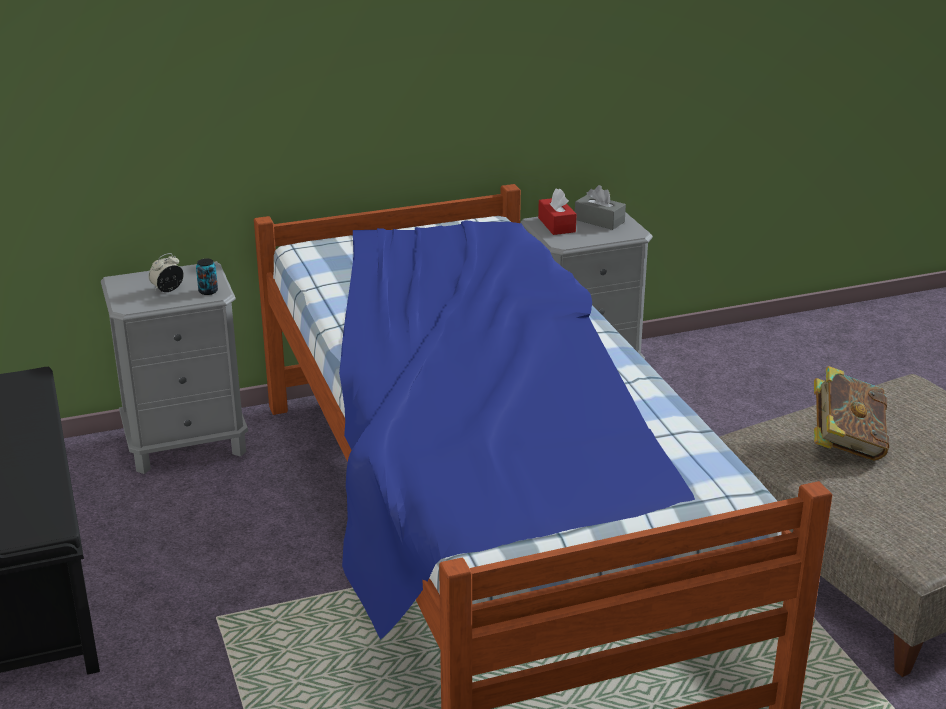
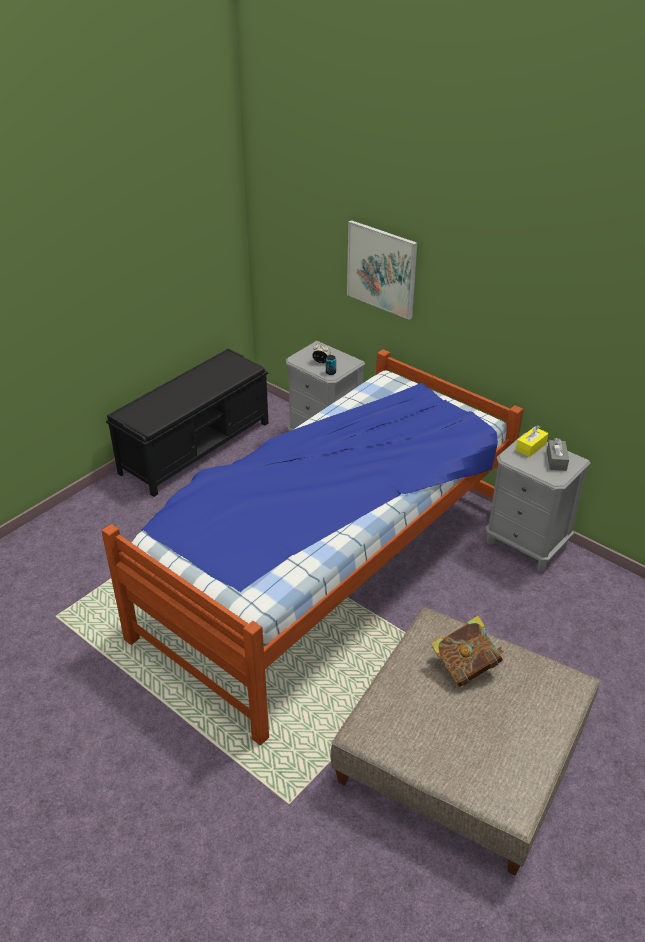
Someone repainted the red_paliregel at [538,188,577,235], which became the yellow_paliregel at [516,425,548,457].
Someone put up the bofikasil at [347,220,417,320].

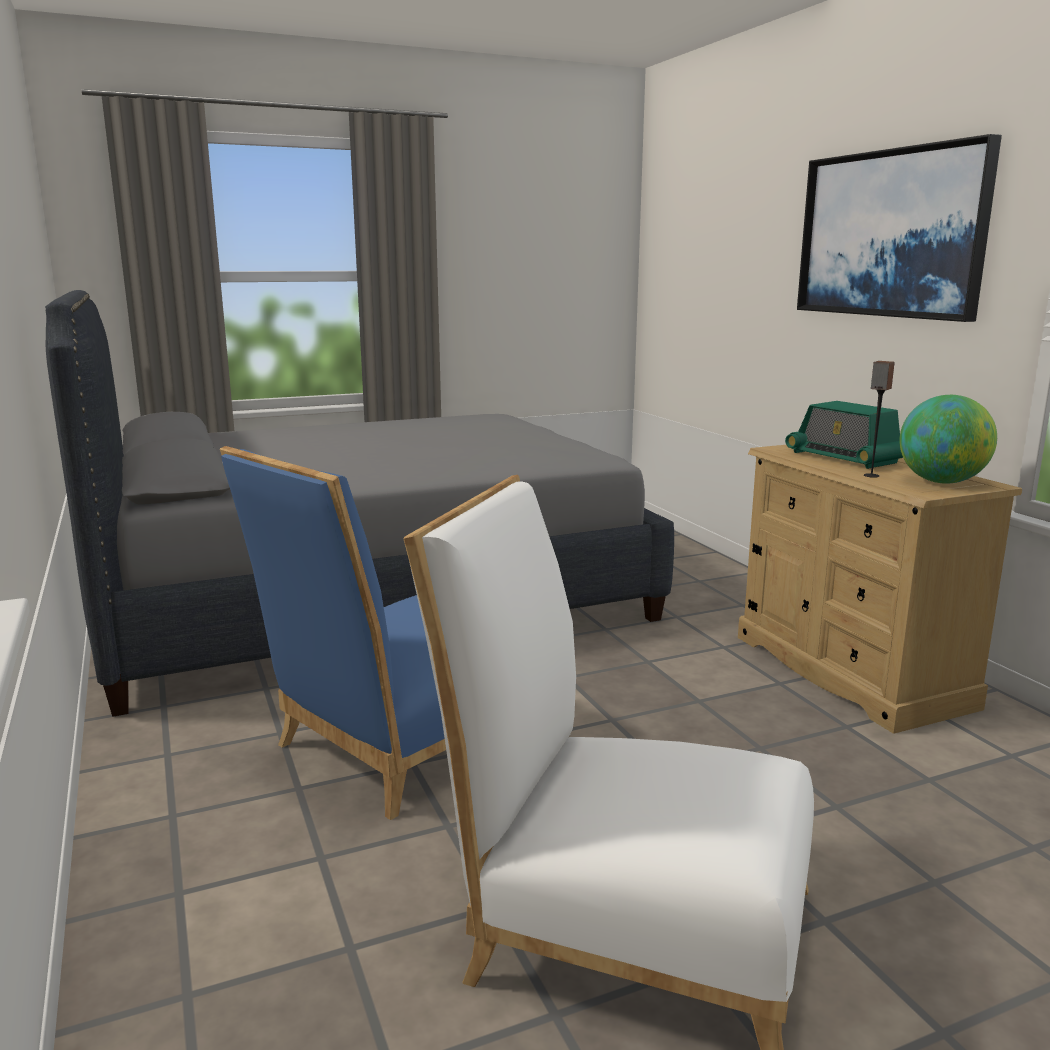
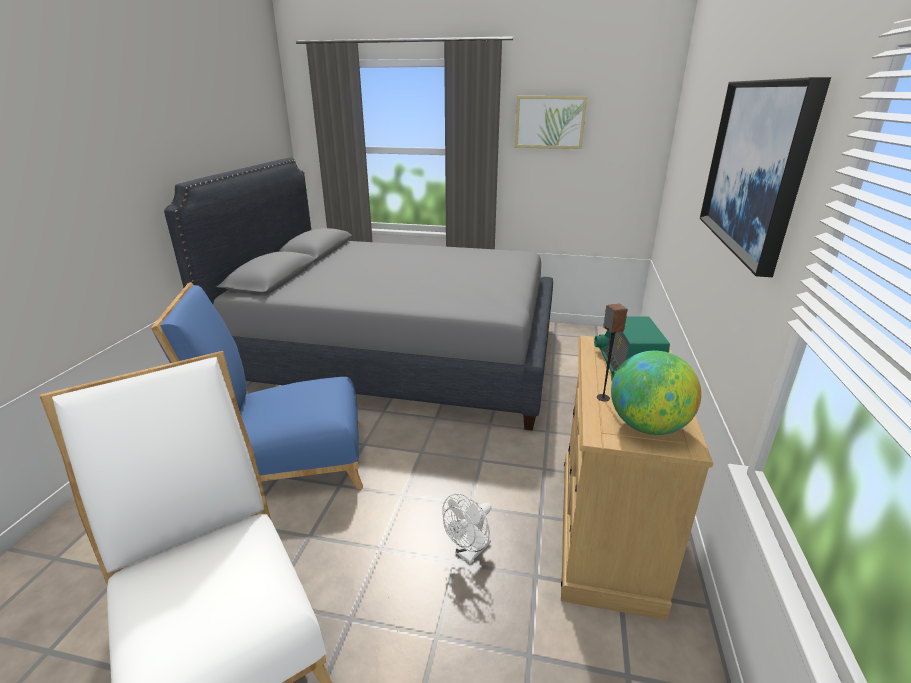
Someone put up the bofikasil at [515,96,587,149].
Someone put down the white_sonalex at [442,493,491,563].

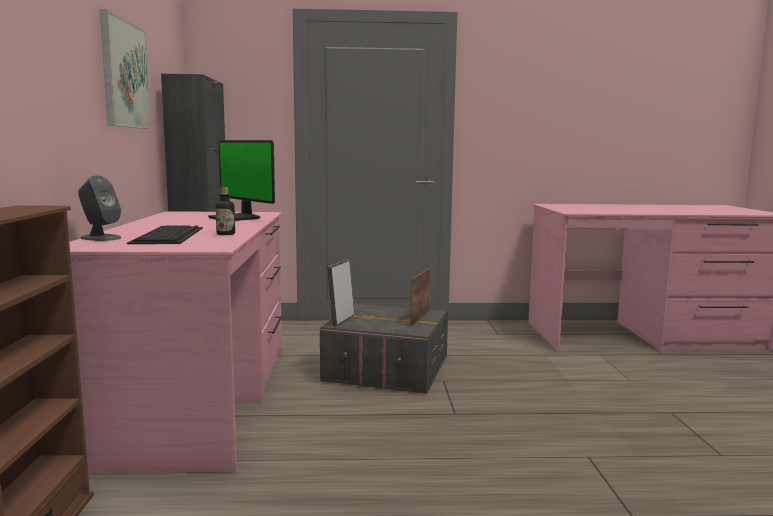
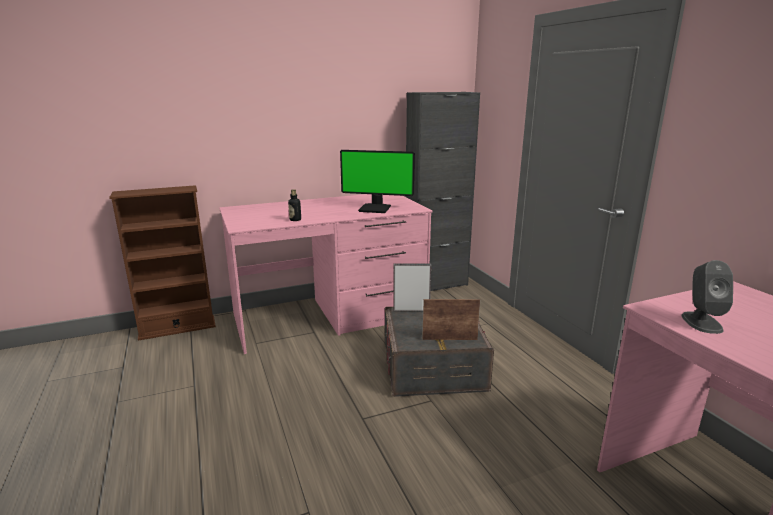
Someone took away the bofikasil at [100,9,151,129].
Someone rotated the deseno at [208,140,275,221] by 105 degrees counterclockwise.
Someone carried the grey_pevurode from [78,175,121,241] to [682,260,733,334].
Someone took away the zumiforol at [127,226,203,244].

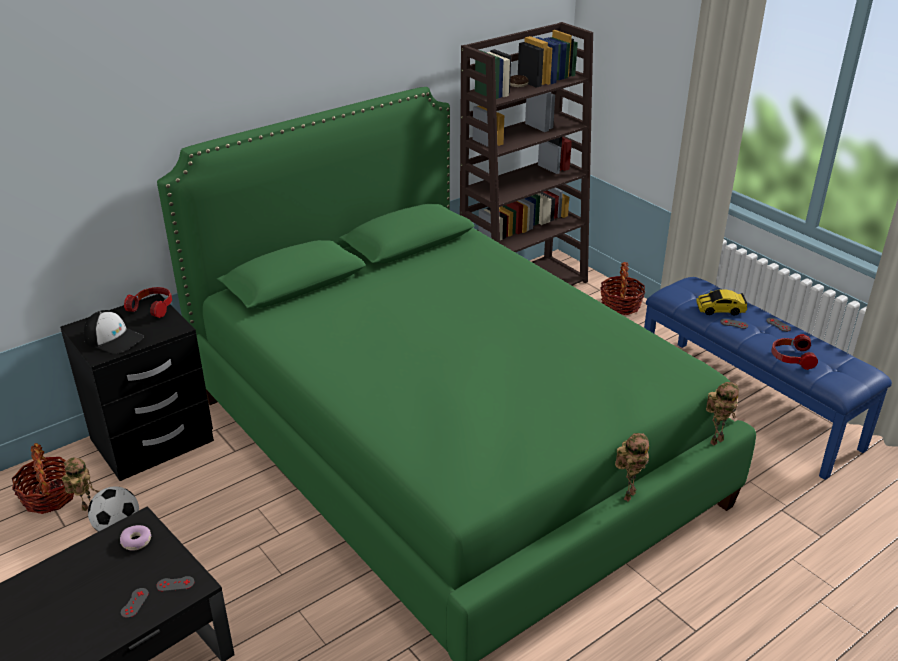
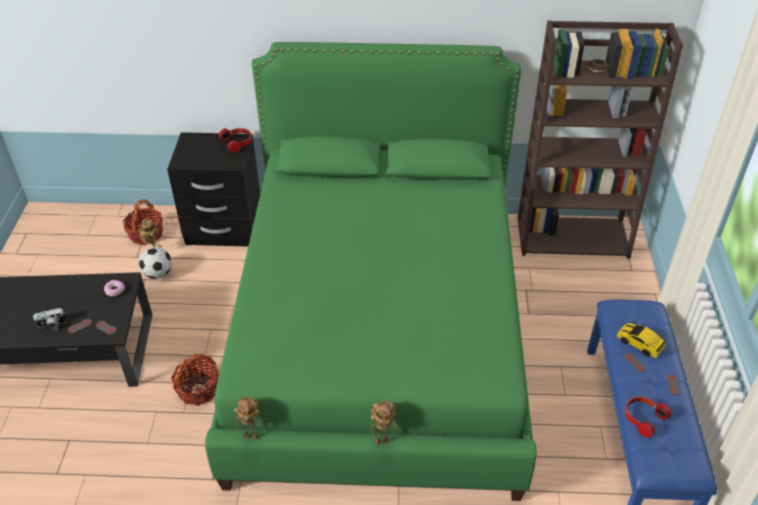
Someone carried the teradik from [600,262,646,315] to [171,354,219,406].
Someone took away the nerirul at [84,310,144,354].
Someone carried the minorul from [706,382,739,446] to [234,397,260,439].
Someone put down the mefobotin at [33,308,67,332].

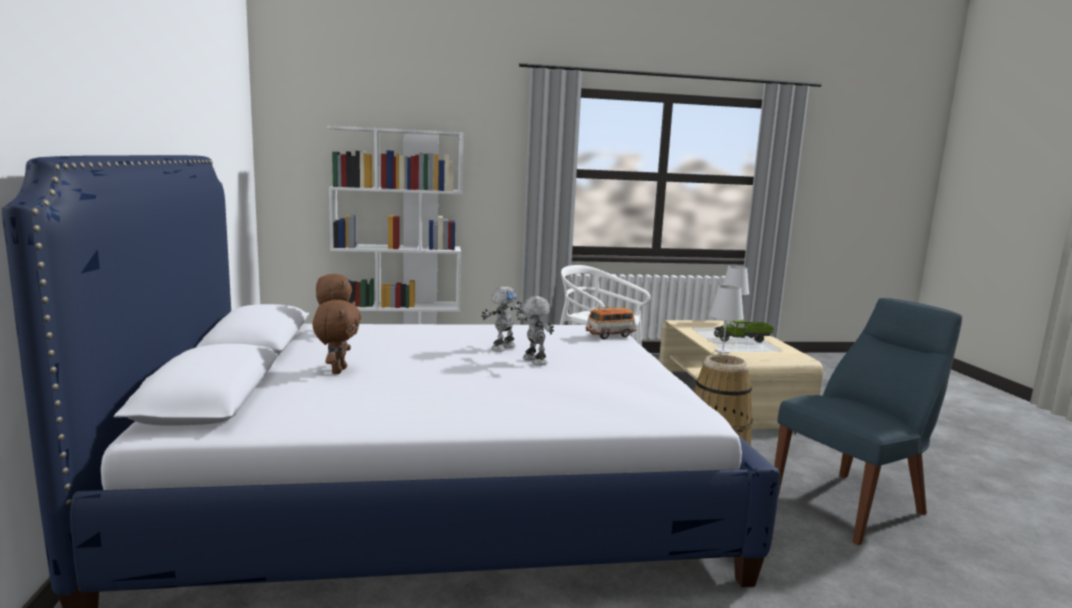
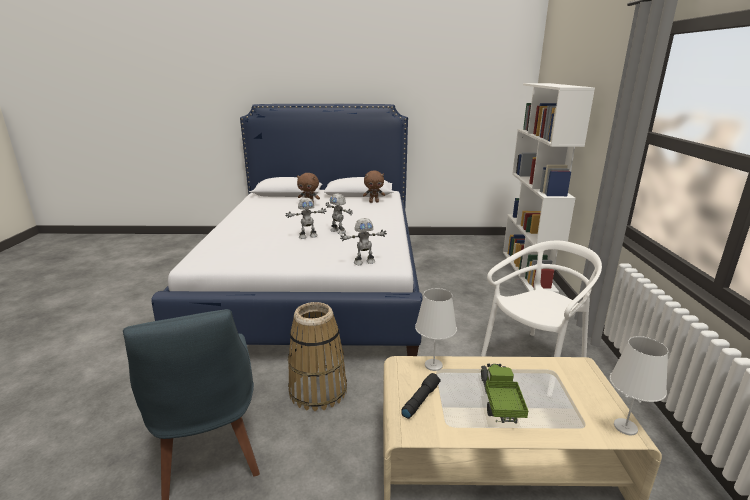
Someone swapped the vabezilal at [586,307,637,339] for the minorul at [340,218,387,265].
Someone put down the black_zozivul at [401,373,441,419].

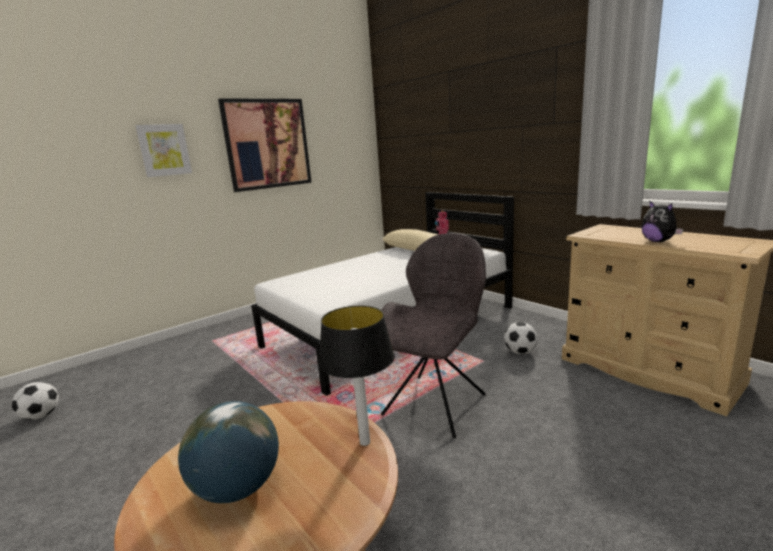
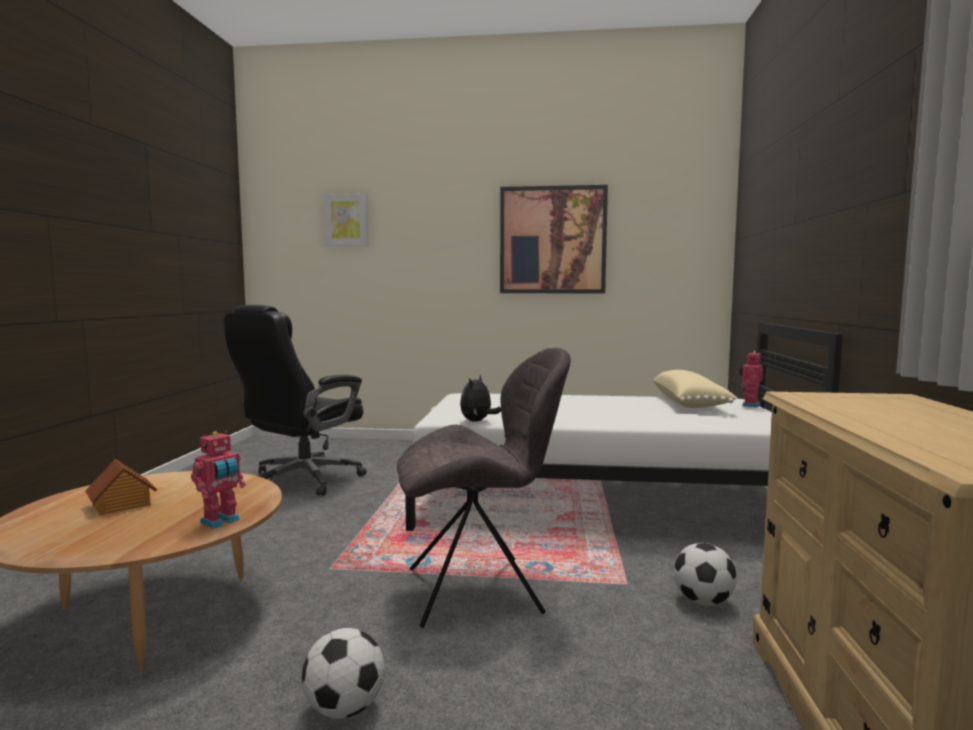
Someone carried the bofikasil from [135,124,192,177] to [323,193,368,246].
Someone carried the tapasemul from [641,201,683,242] to [460,375,501,422].
Someone swapped the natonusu at [319,306,394,446] for the minorul at [191,431,246,529].
Someone carried the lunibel from [12,382,59,420] to [302,628,385,718].
Someone swapped the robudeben at [178,401,279,503] for the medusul at [85,459,157,516].
Someone put down the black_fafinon at [224,305,367,496].

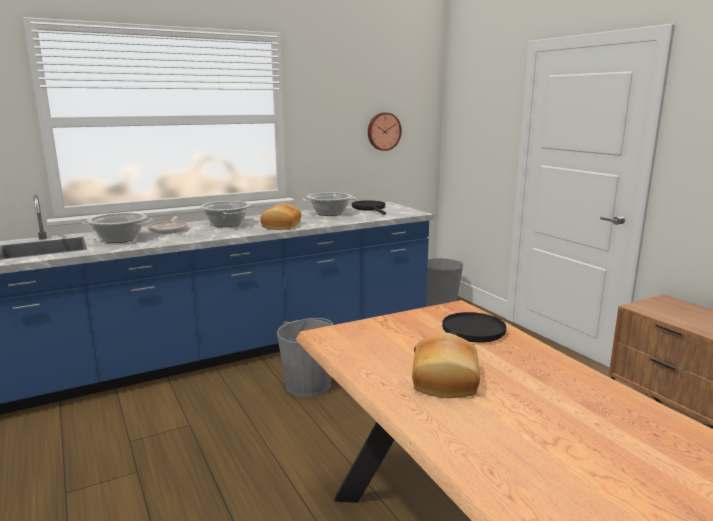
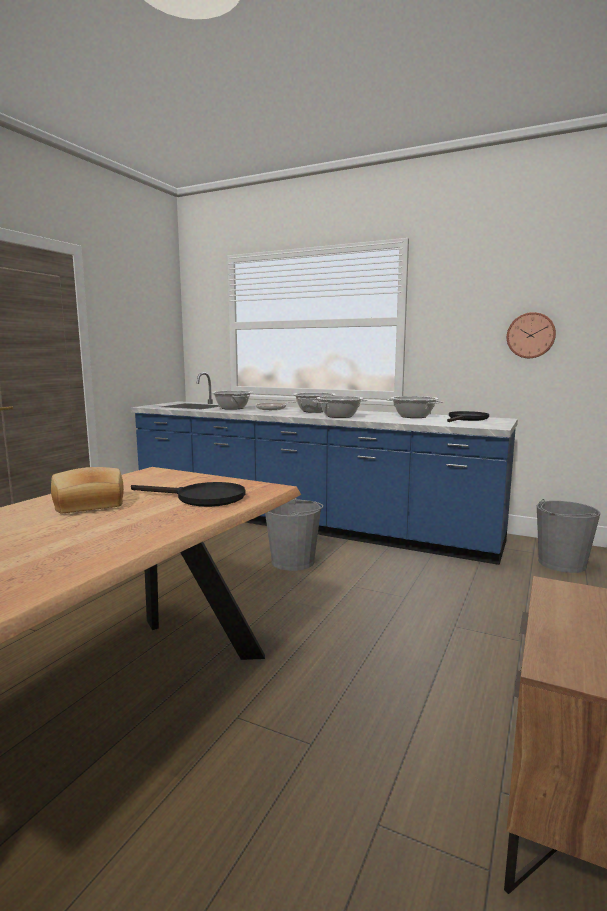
Someone swapped the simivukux at [260,204,301,230] for the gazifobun at [312,396,367,418].

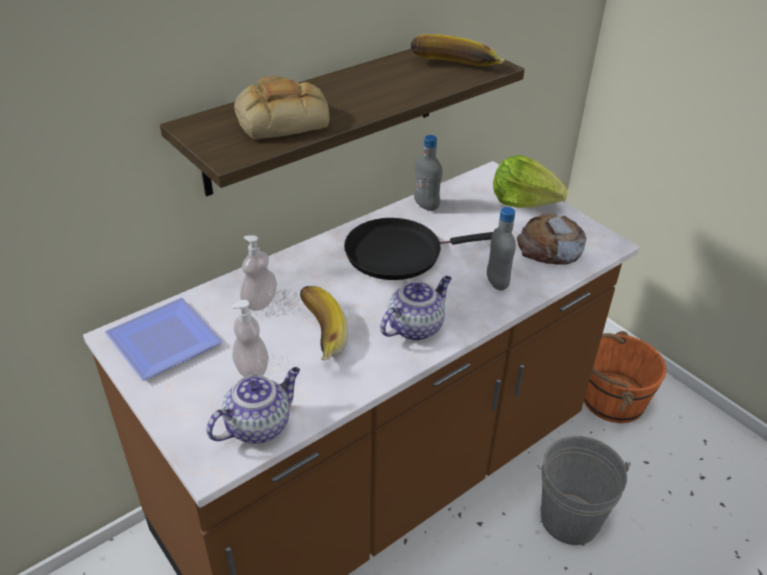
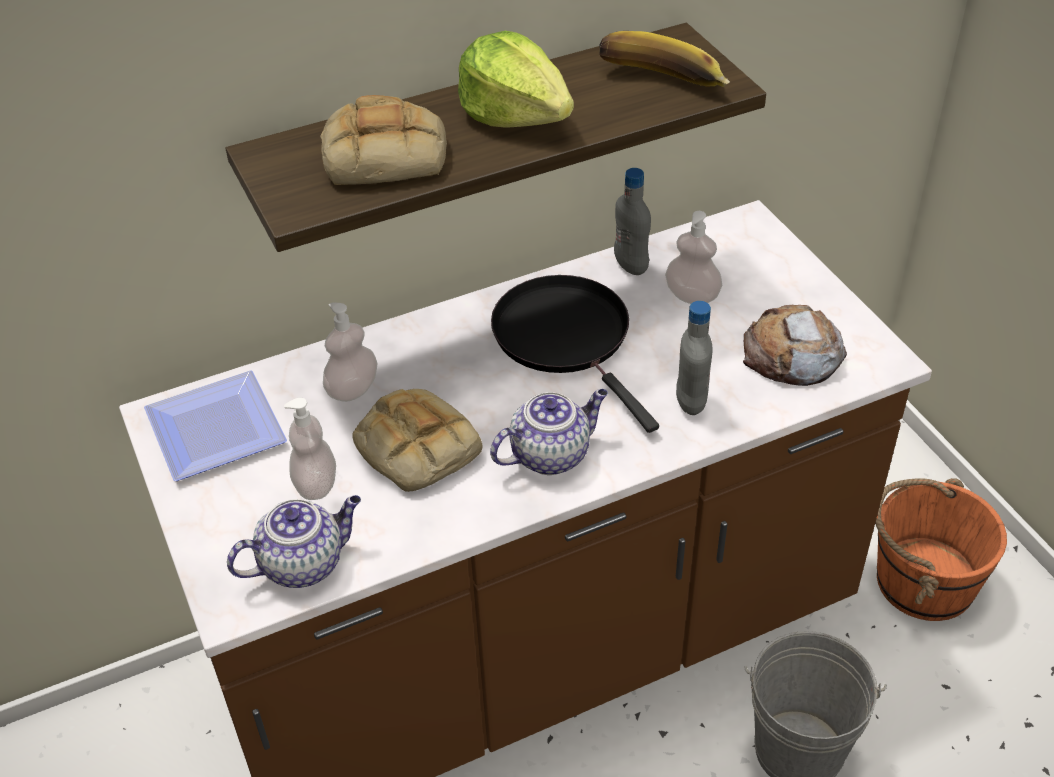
Someone carried the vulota from [493,155,568,208] to [458,31,574,128].
Someone rotated the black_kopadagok at [344,218,493,280] by 60 degrees clockwise.
Someone swapped the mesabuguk at [300,286,348,360] for the simivukux at [352,389,483,492].
Someone put down the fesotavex at [665,211,723,304].

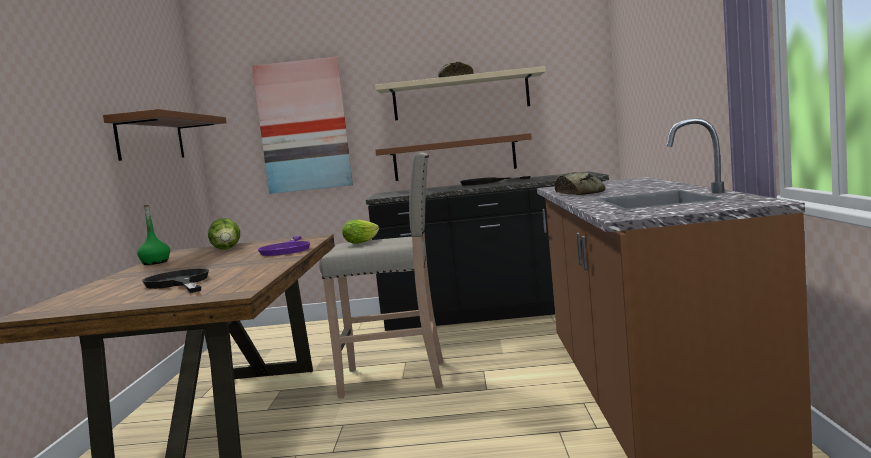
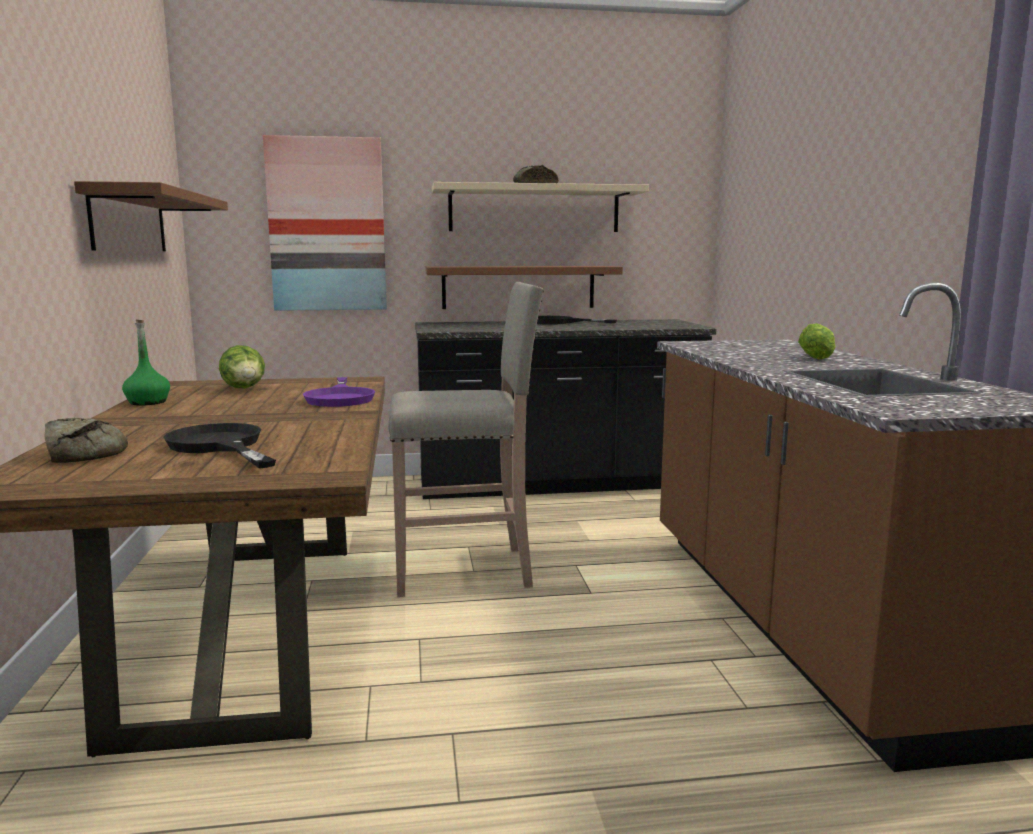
Someone carried the simivukux from [555,172,605,195] to [45,418,128,463].
Someone carried the vulota from [342,220,379,244] to [798,323,836,360].

